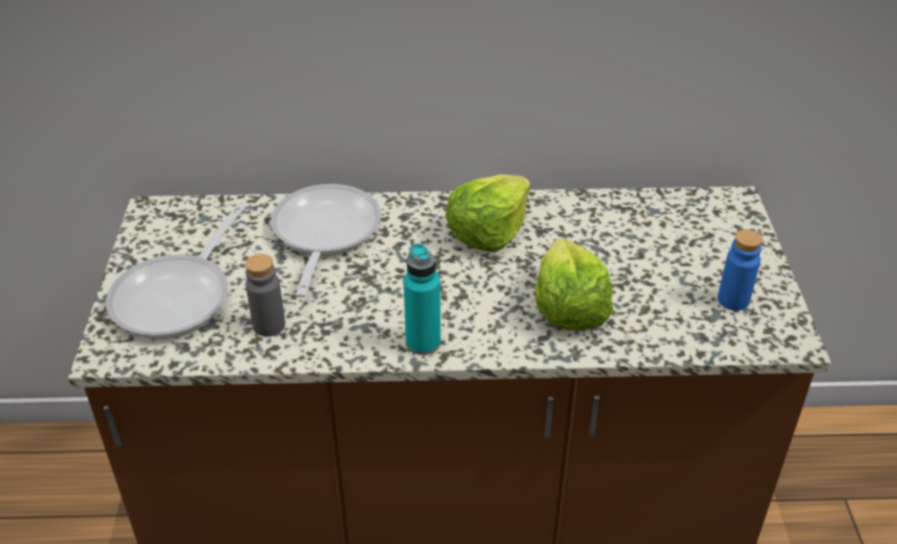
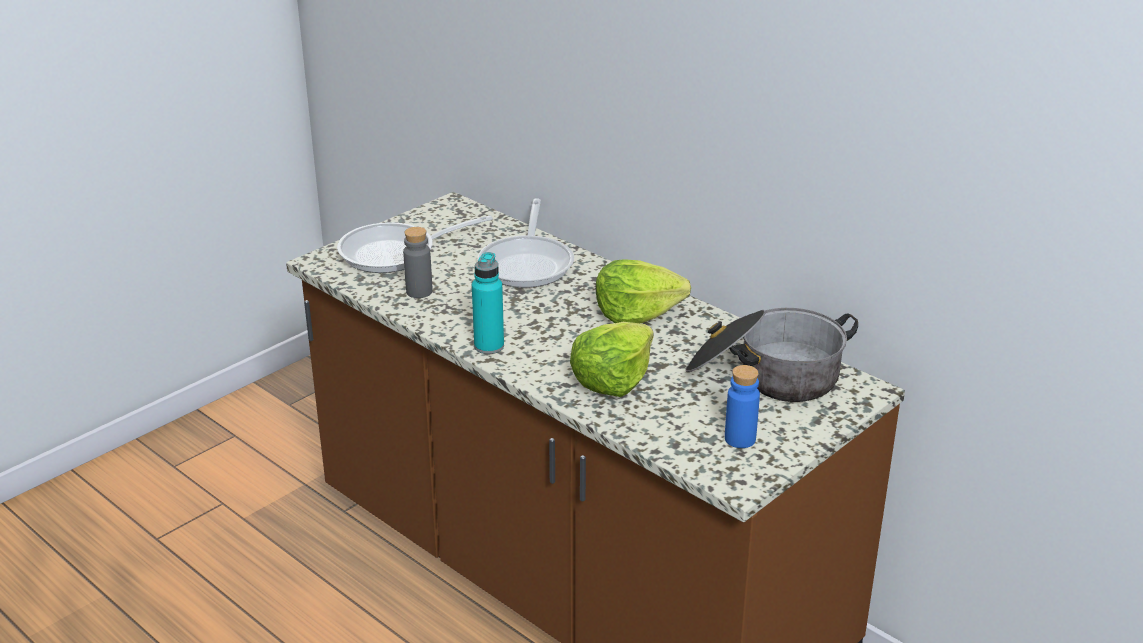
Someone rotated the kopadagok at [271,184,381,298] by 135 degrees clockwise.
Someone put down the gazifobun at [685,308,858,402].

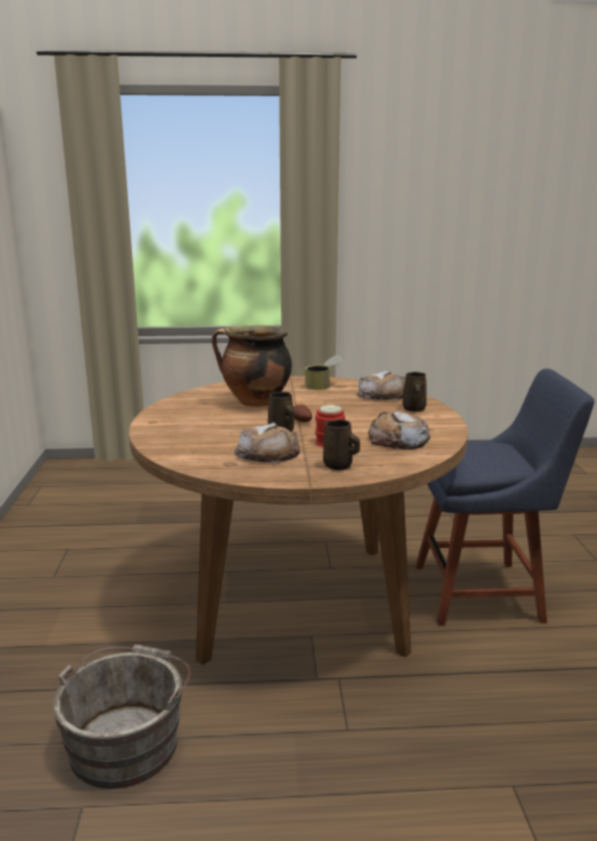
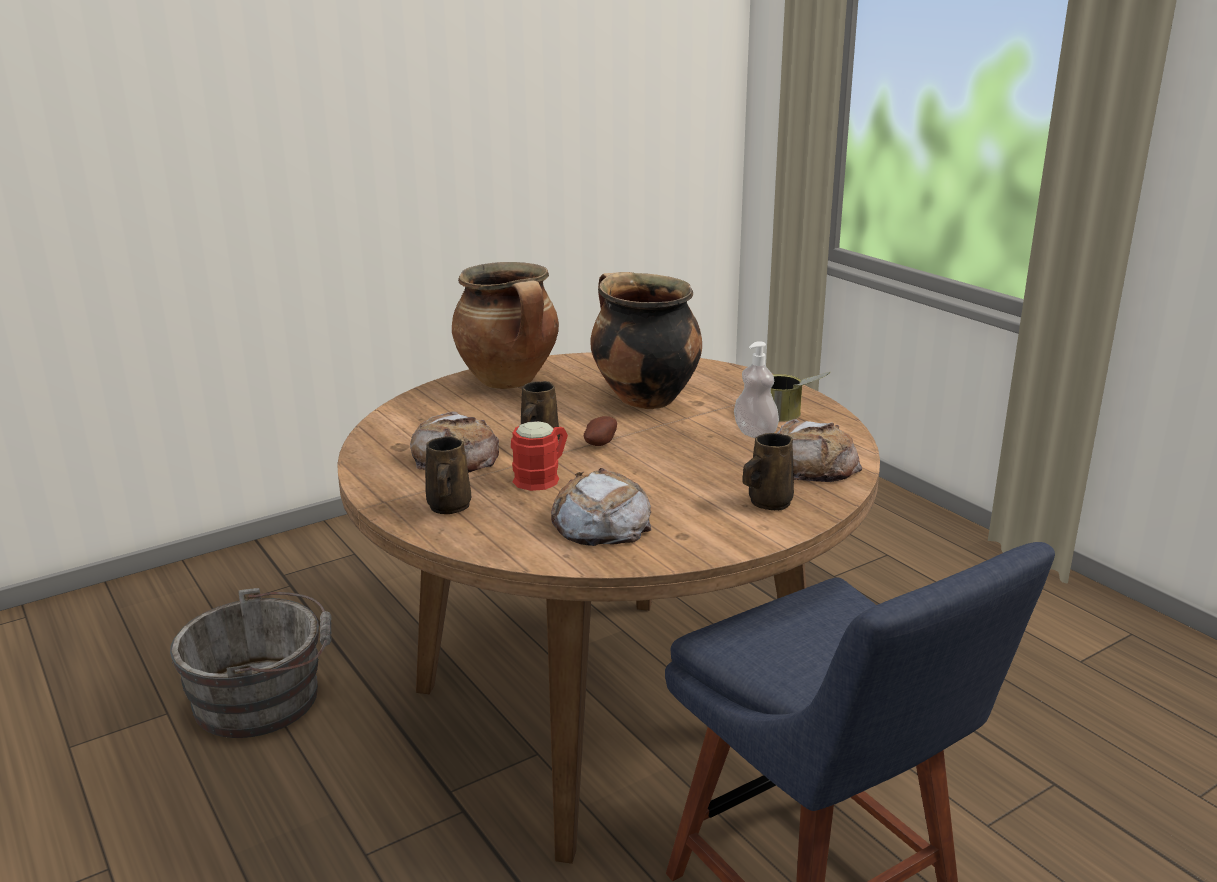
Someone put down the gazifobun at [452,262,559,389].
Someone put down the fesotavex at [734,341,779,438].

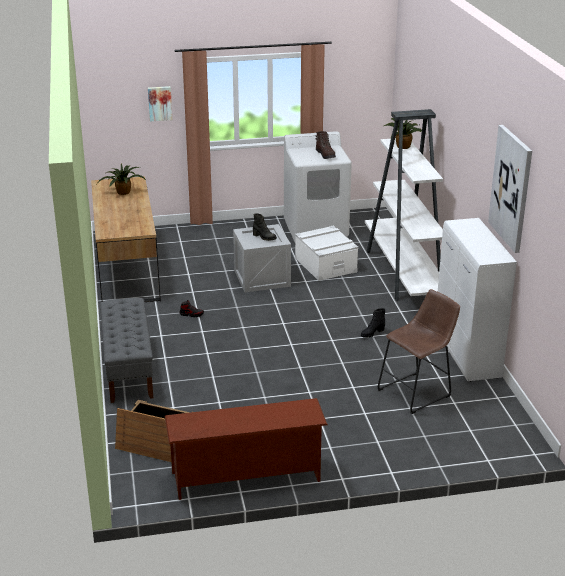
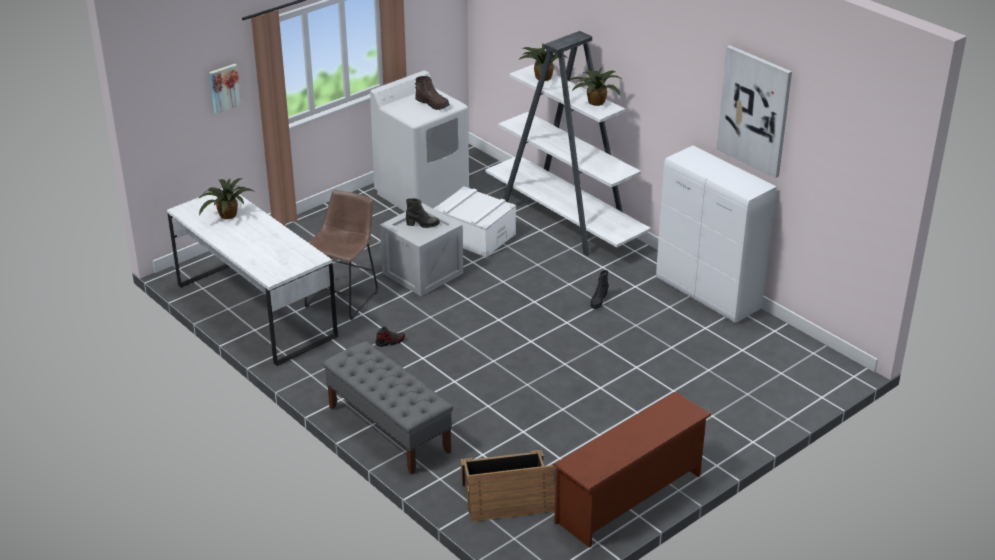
Someone repainted the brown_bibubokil at [91,176,161,302], which became the white_bibubokil at [167,188,338,366].
Someone carried the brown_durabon from [378,289,460,414] to [305,190,378,320].
Someone put down the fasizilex at [569,67,621,106].

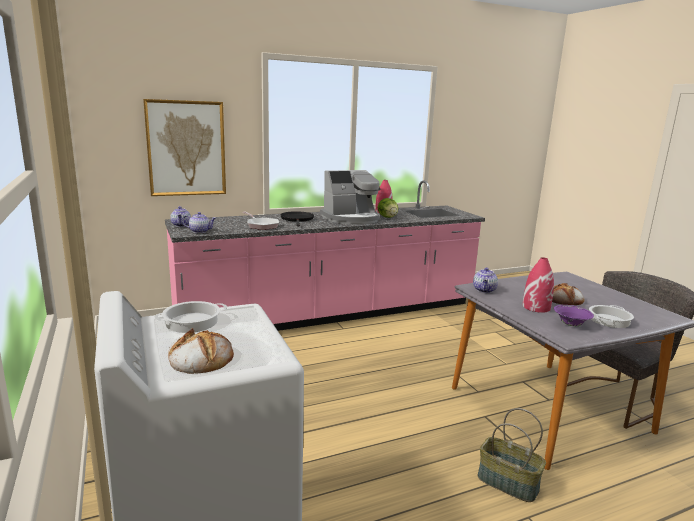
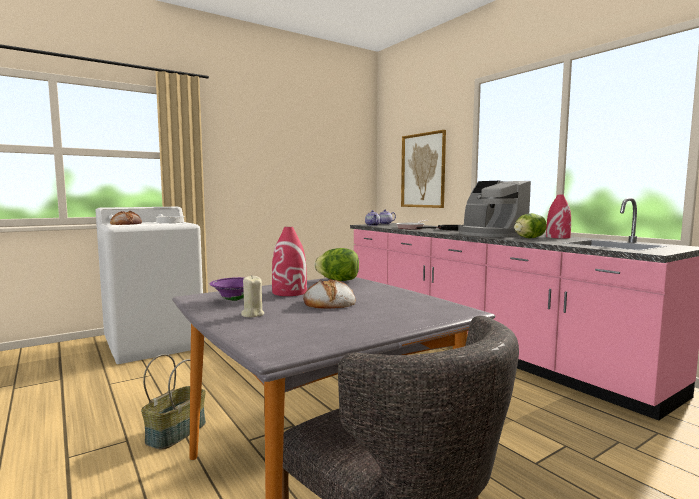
Someone swapped the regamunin at [473,267,498,293] for the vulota at [314,248,359,281].
Someone swapped the gazifobun at [589,305,634,328] for the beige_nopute at [241,275,264,317].

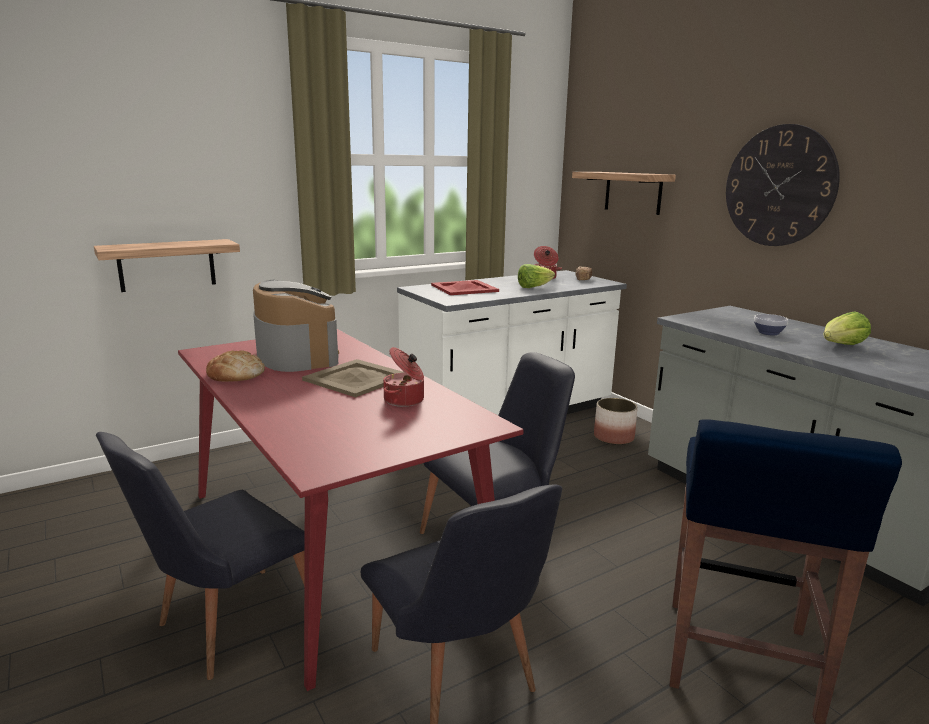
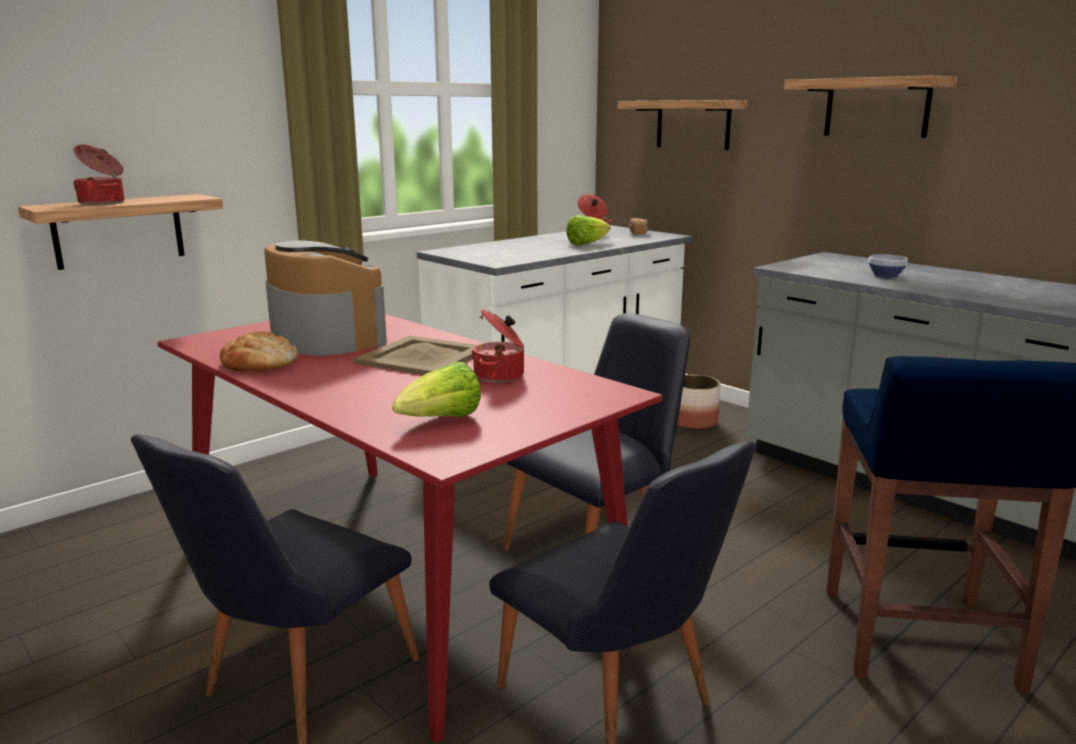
Someone swapped the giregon at [726,124,840,246] for the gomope at [784,75,957,138].
Someone took away the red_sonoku at [431,280,499,295].
Someone carried the vulota from [823,311,871,345] to [392,362,481,417].
Someone put down the gazifobun at [73,145,125,205].

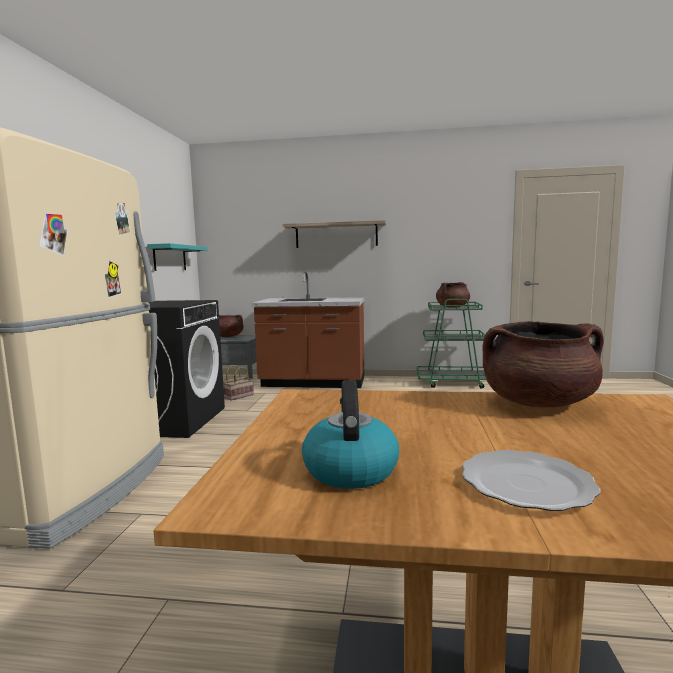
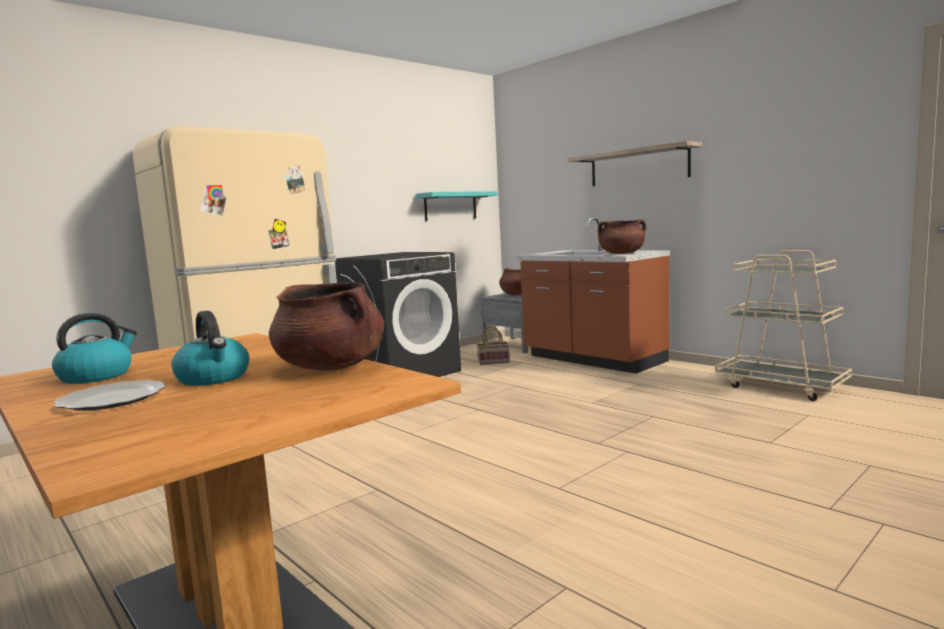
Someone carried the brown_gazifobun from [436,282,470,308] to [598,219,646,254].
Someone repainted the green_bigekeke at [417,299,487,389], which became the beige_bigekeke at [715,250,852,401].
Someone put down the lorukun at [171,311,249,386].

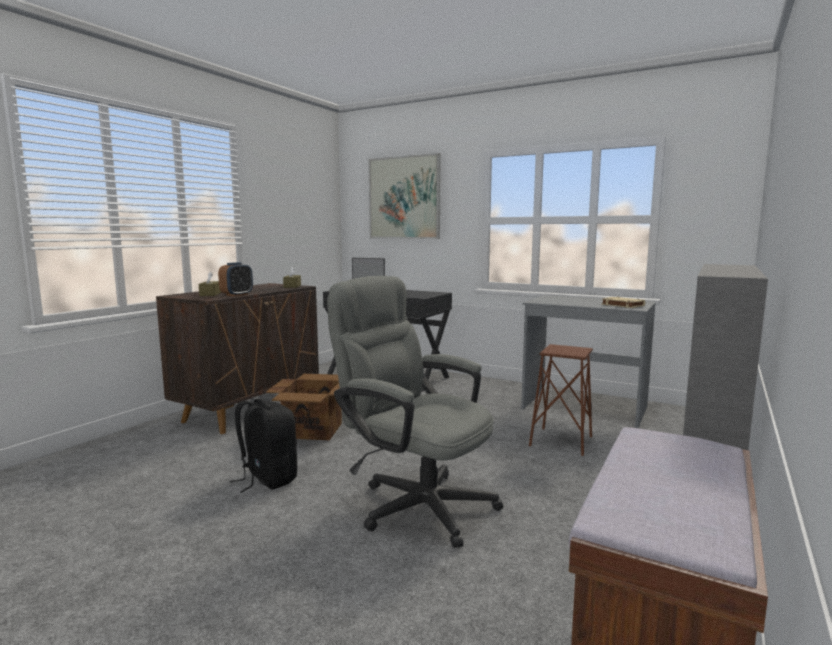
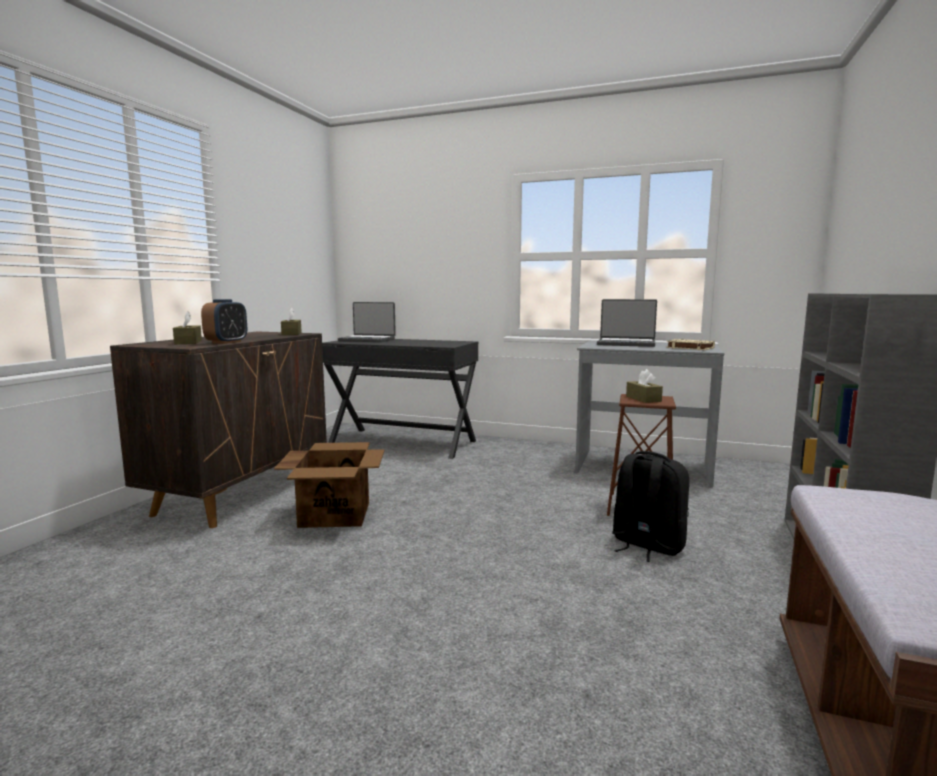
Someone took away the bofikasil at [369,153,441,239].
Someone took away the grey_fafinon at [327,276,503,548].
Someone carried the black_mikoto from [229,399,297,493] to [612,451,689,562].
Someone put down the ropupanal at [597,299,657,347].
Someone put down the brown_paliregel at [626,369,663,403].

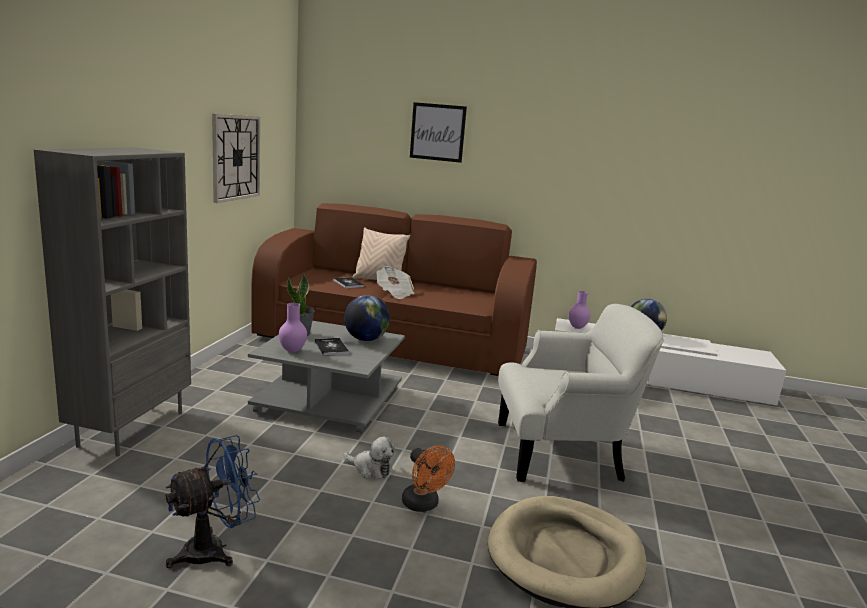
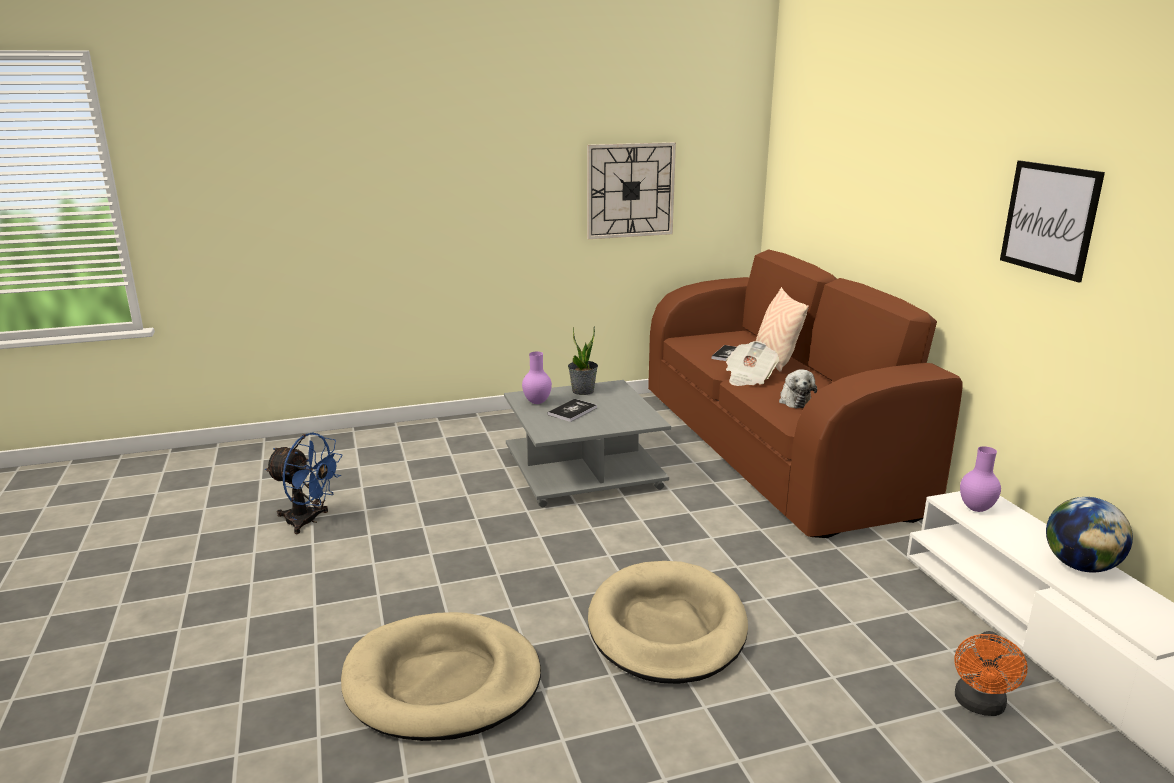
Someone carried the bofikasil from [410,102,467,163] to [1000,161,1105,282].
Someone took away the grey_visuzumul at [34,148,191,457].
Someone took away the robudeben at [344,295,390,341].
Someone swapped the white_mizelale at [498,304,664,482] for the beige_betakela at [588,561,748,684].
Someone carried the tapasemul from [344,437,395,479] to [779,369,817,408].
Someone carried the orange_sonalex from [402,446,455,512] to [954,631,1028,716].

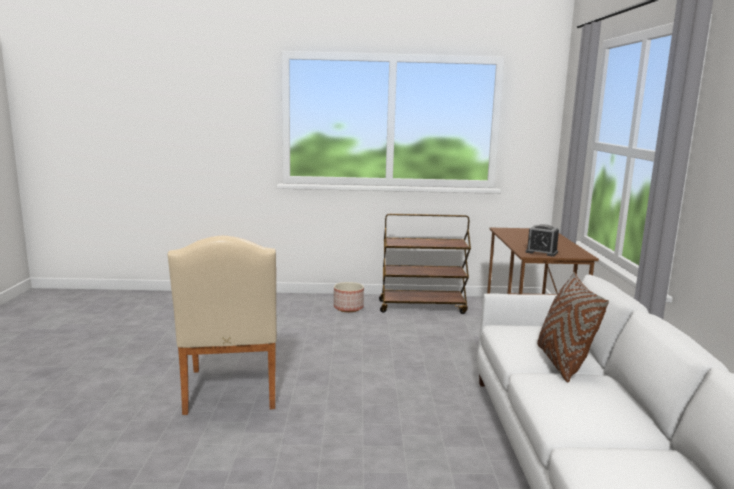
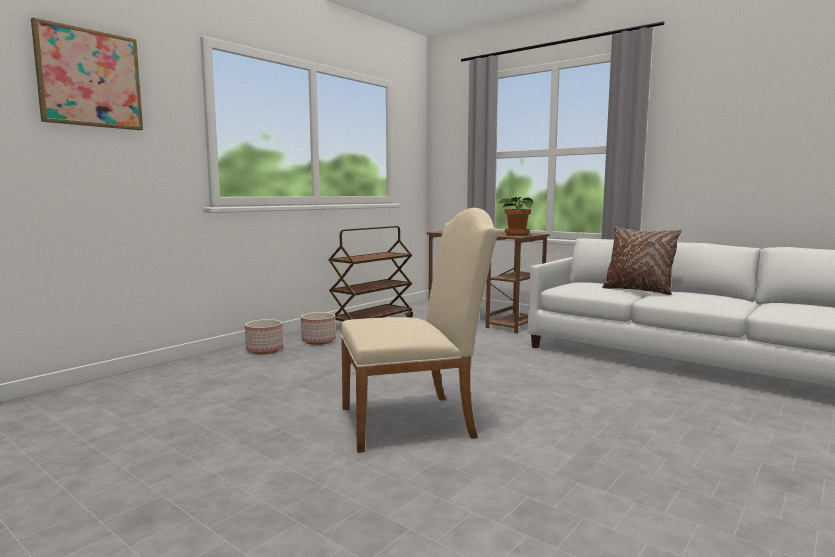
Someone swapped the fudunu at [526,224,559,257] for the fasizilex at [498,197,534,236].
Someone rotated the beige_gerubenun at [168,236,277,415] by 45 degrees counterclockwise.
Someone put up the bofikasil at [31,17,143,130].
Someone put down the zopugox at [245,319,283,354].

